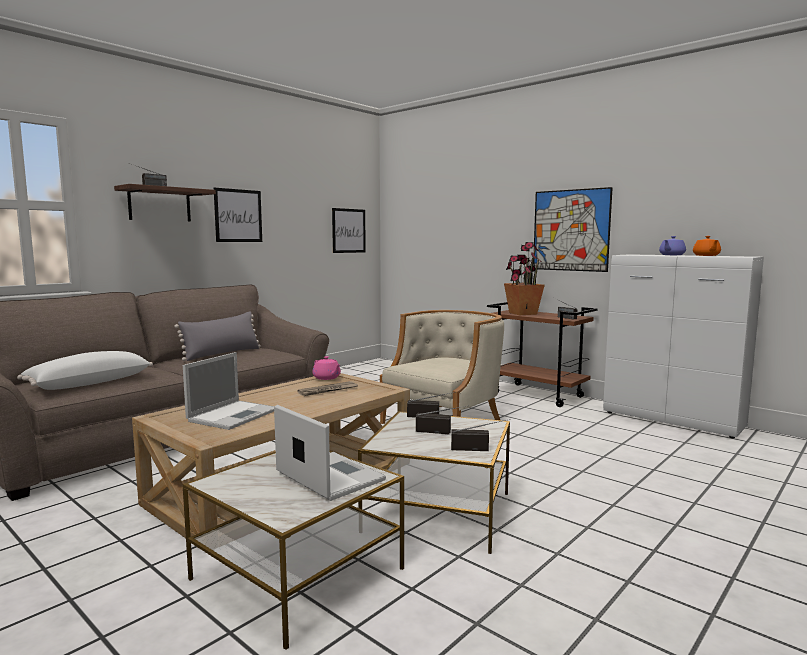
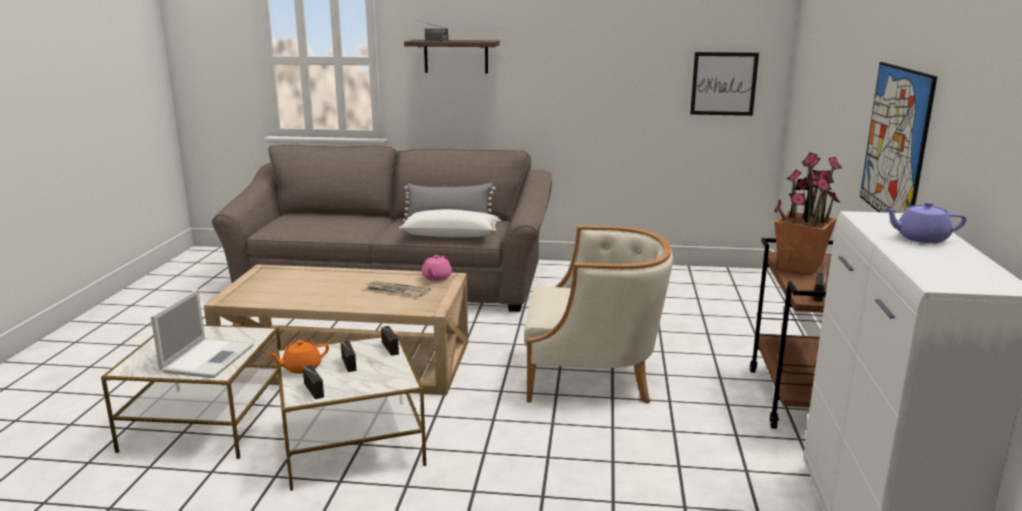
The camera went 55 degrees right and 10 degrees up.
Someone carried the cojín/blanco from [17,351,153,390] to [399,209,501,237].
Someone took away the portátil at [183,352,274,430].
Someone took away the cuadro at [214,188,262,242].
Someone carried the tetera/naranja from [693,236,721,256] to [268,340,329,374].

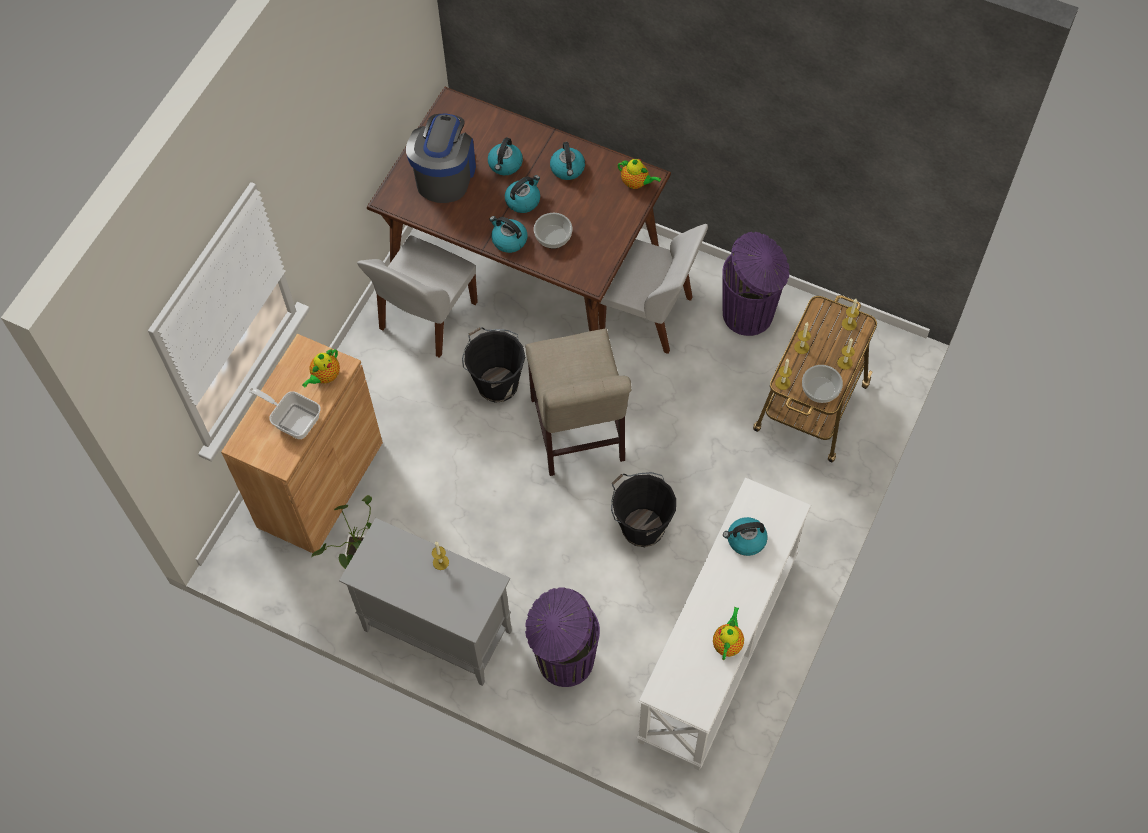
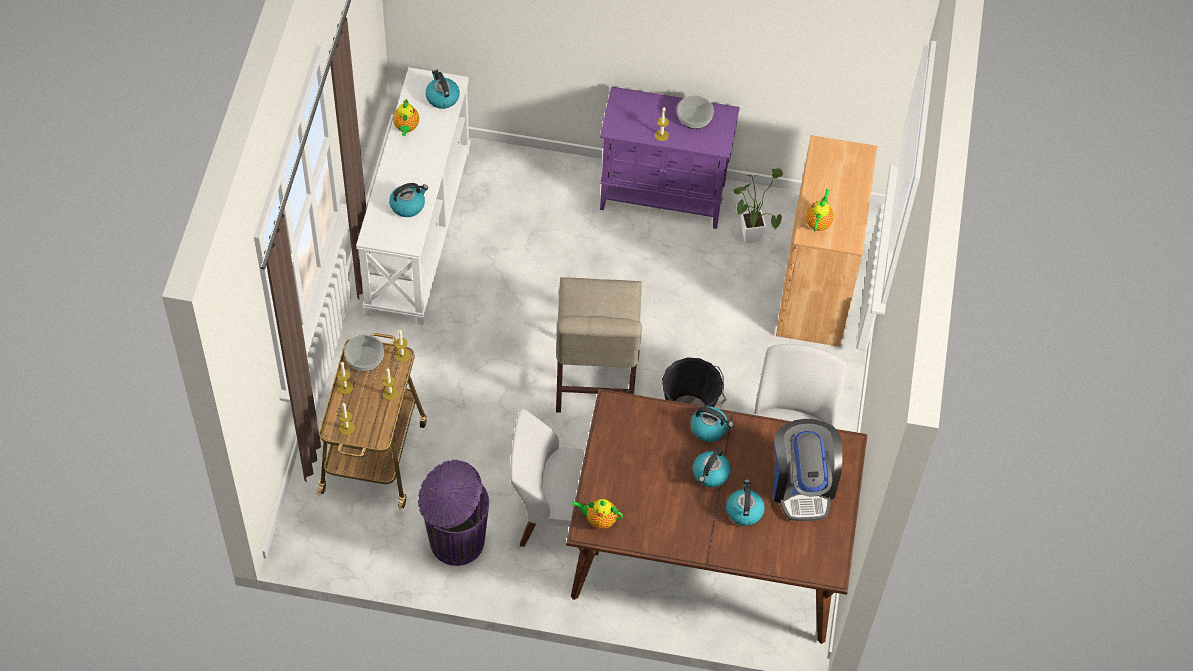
The camera went 160 degrees right and 5 degrees down.
Someone took away the sartén at [249,387,321,439].
Someone repainted the armario/gris at [339,518,512,686], which became the armario/morado at [600,86,740,229].
Someone rotated the silla/beis at [525,328,631,476] by 150 degrees counterclockwise.
Someone took away the papelera/morado at [525,587,600,687].
Someone carried the cuenco from [534,213,572,249] to [677,95,714,129].
Someone carried the hervidor from [550,142,585,180] to [425,69,460,109].
Someone took away the cubo/negro at [611,472,676,547].

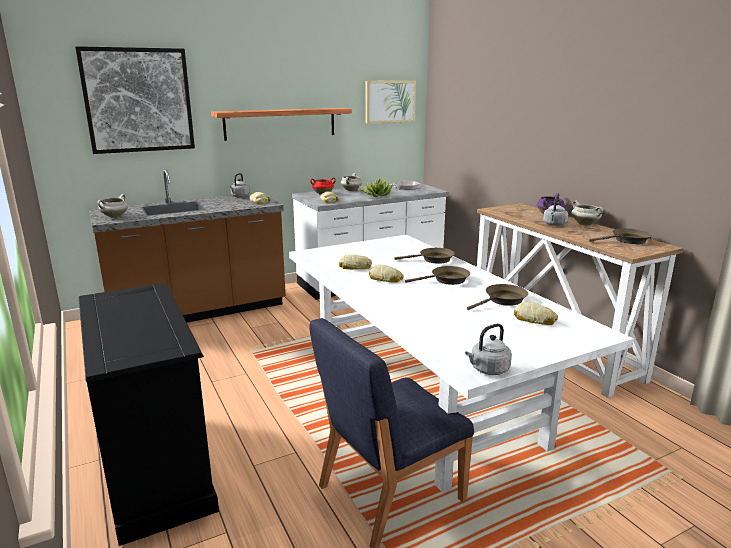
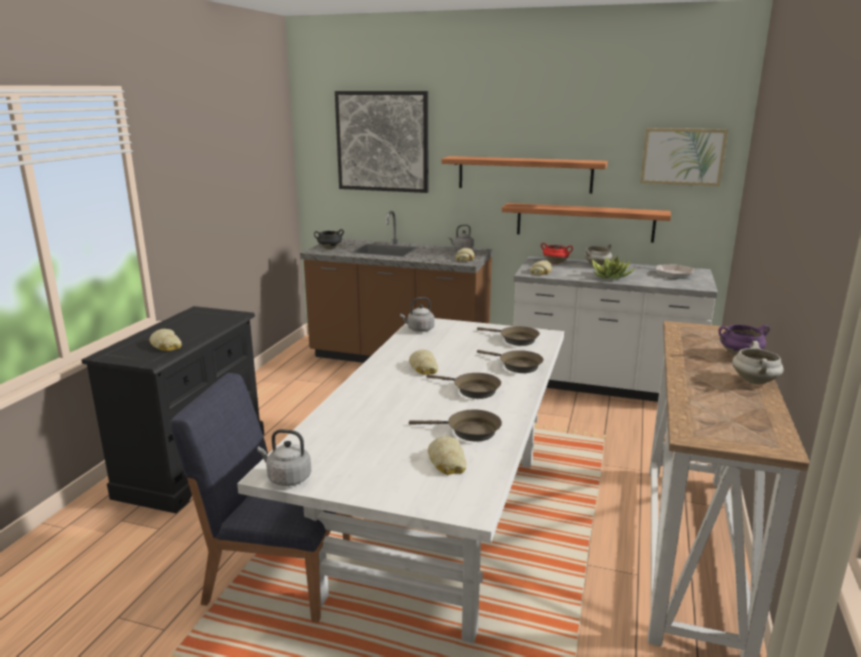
The camera went 45 degrees right and 0 degrees up.
Someone repainted the olla/blanco at [98,194,128,218], which became the olla/negro at [314,229,344,249].
Someone carried the pan from [339,254,372,269] to [150,329,182,351].
Someone carried the hervidor/gris from [543,195,568,226] to [400,297,435,332].
Someone carried the sartén/marrón from [589,228,652,244] to [477,326,540,346].
Someone put up the estante at [502,203,671,243].

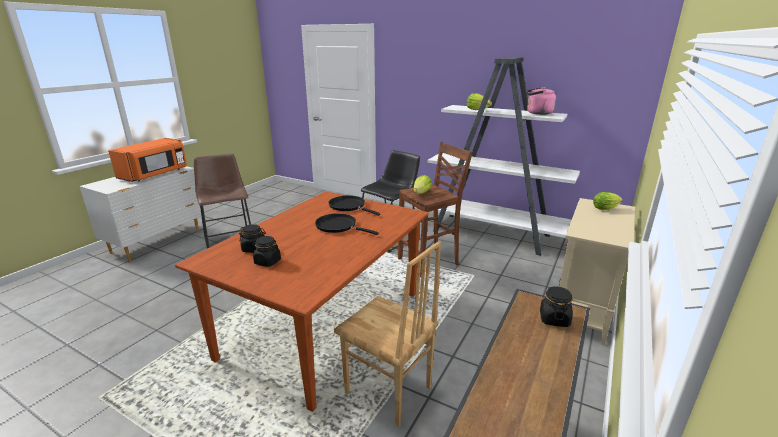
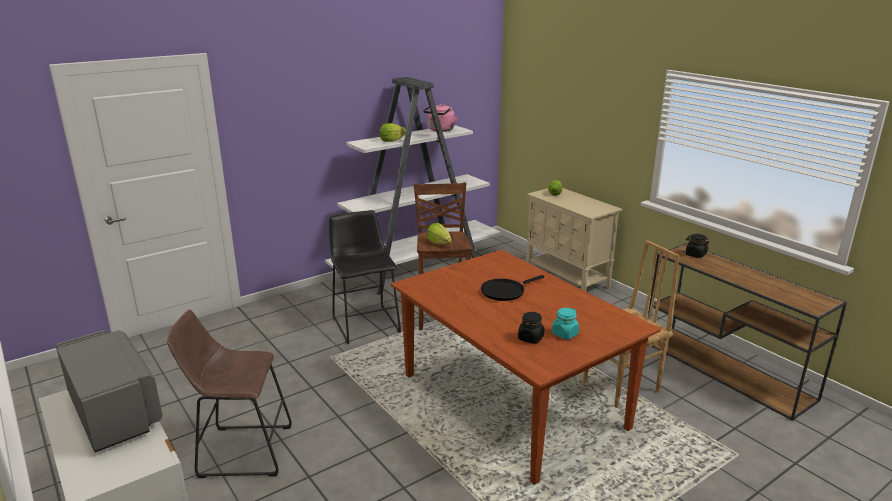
The camera went 65 degrees left and 0 degrees up.
Someone repainted the microondas/naranja at [108,138,187,182], which became the microondas/gris at [55,329,163,452].
Someone repainted the tarro/negro at [252,236,281,267], which became the tarro/turquesa at [552,308,579,339].
Someone took away the sartén/negro at [328,195,380,216].

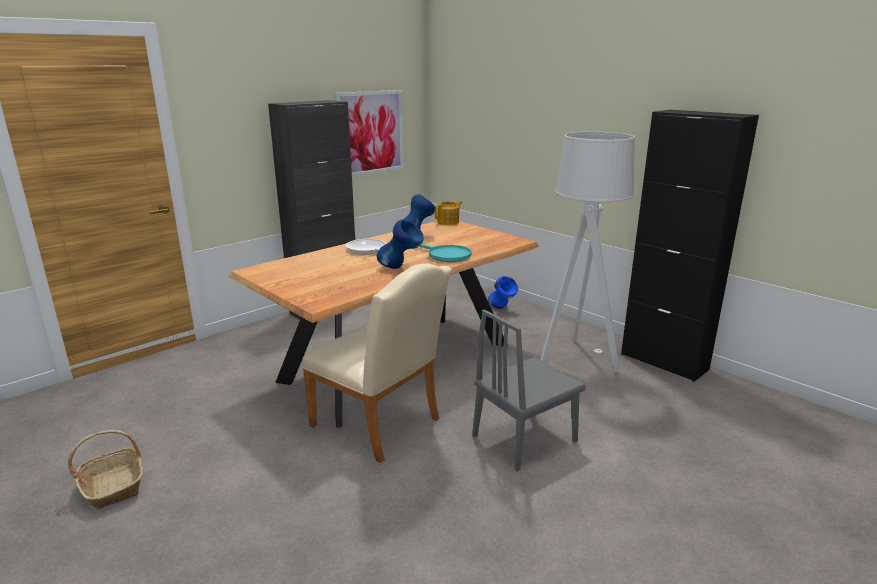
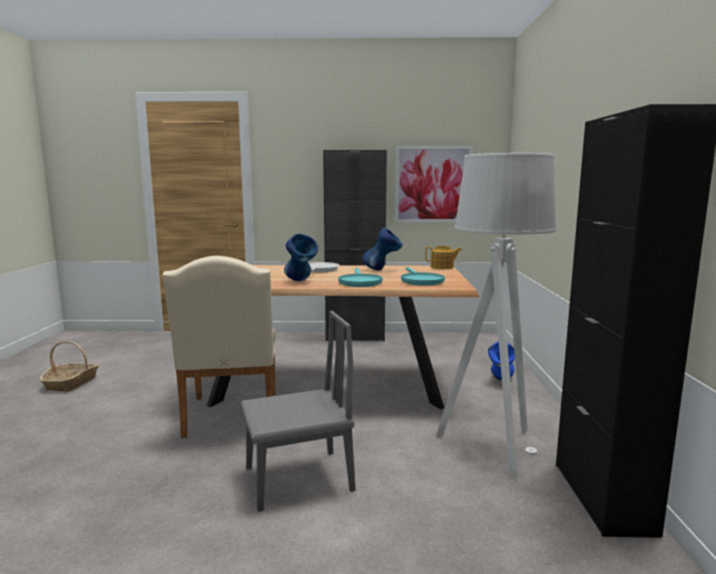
The camera went 45 degrees right and 10 degrees down.
Someone rotated the silla/gris at [472,310,586,471] by 150 degrees clockwise.
Someone put down the sartén/turquesa at [401,267,445,286].

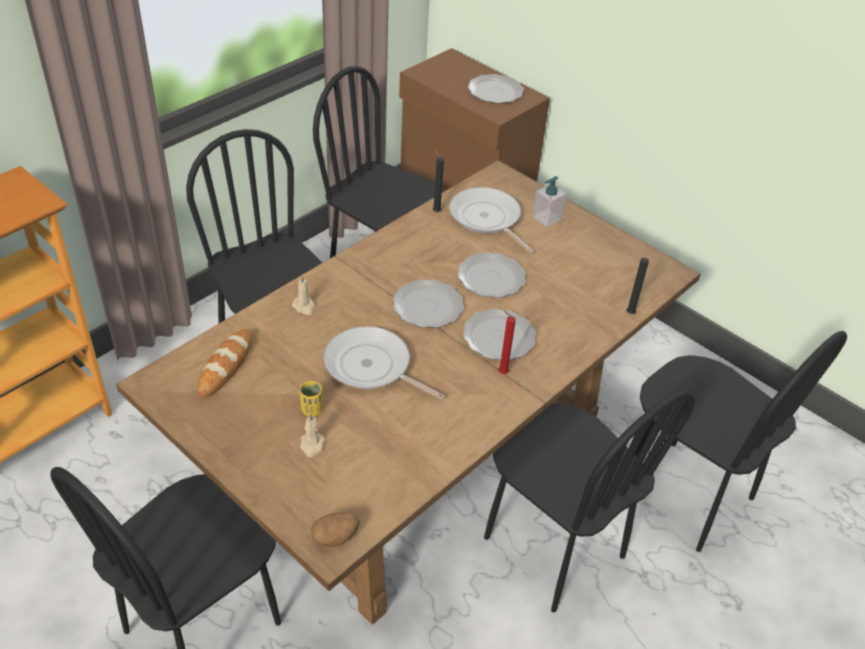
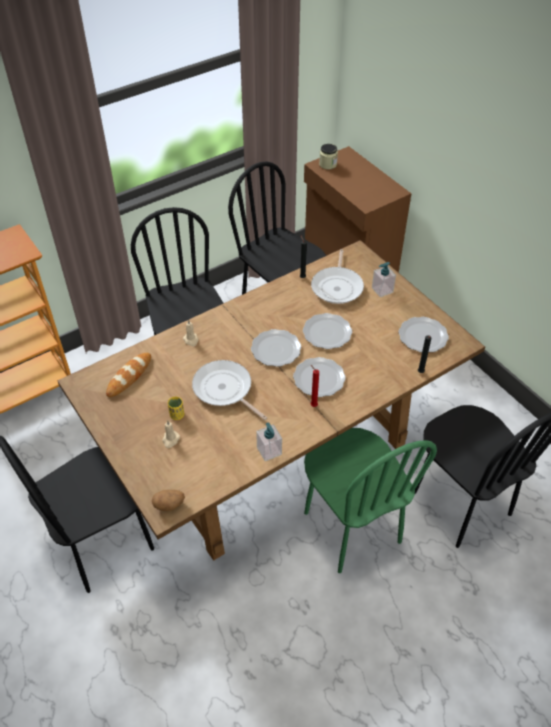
The camera went 15 degrees right and 5 degrees up.
Someone rotated the sartén at [449,187,534,254] by 150 degrees counterclockwise.
Someone carried the plato from [468,74,524,103] to [398,317,449,353].
Someone repainted the silla/negro at [484,391,695,612], which became the silla/verde at [304,428,437,573].
Someone put down the dispensador de jabón at [256,423,282,461].
Someone put down the tarro at [319,144,338,169].

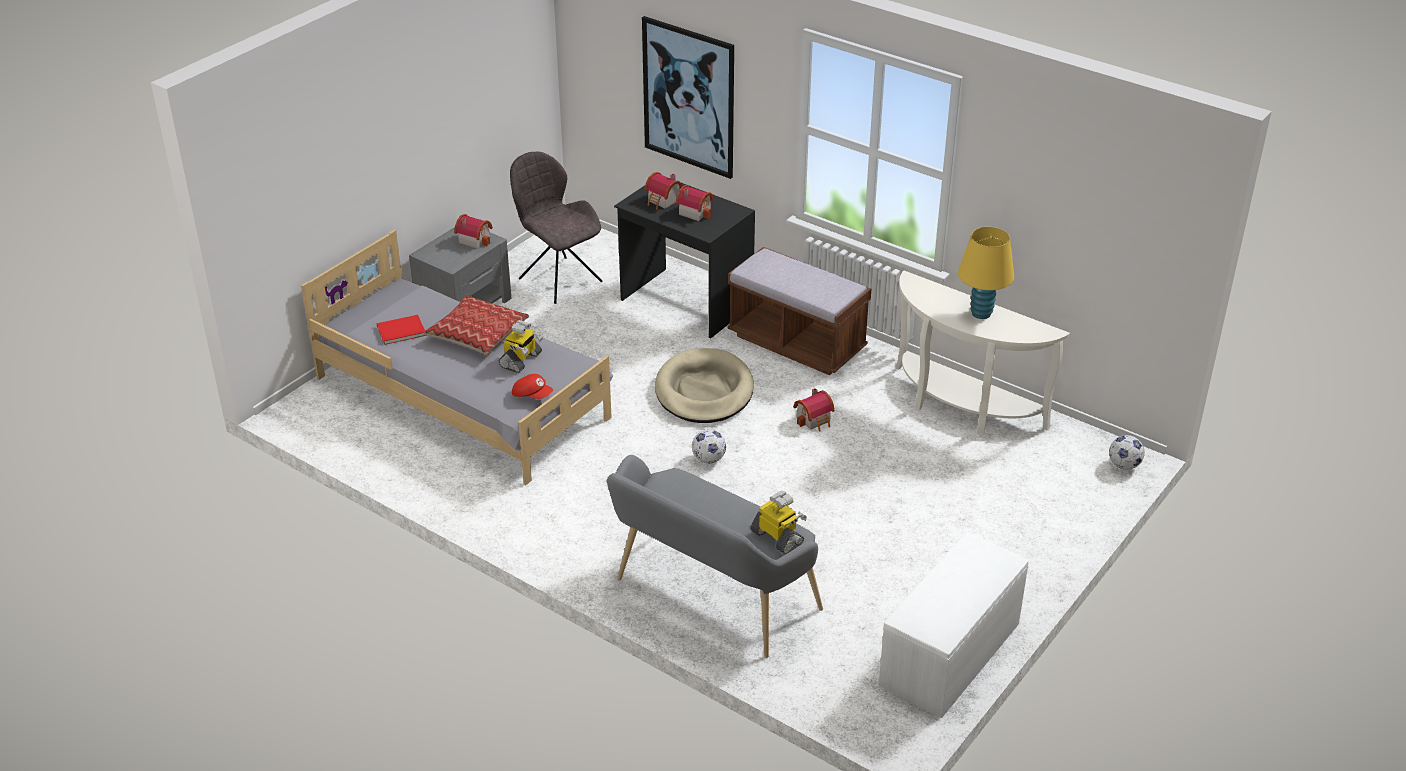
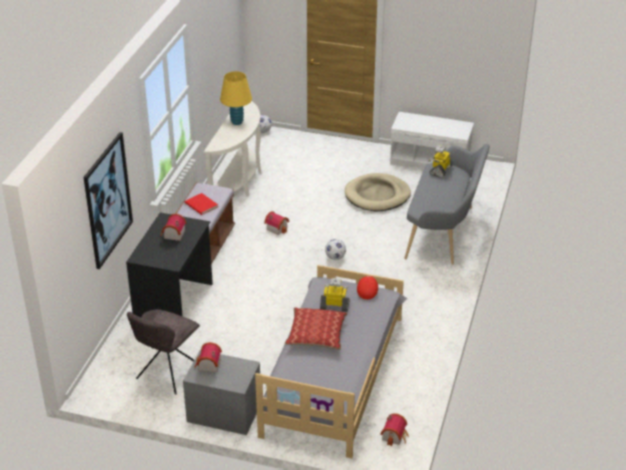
The camera went 110 degrees left and 0 degrees up.
Someone carried the libro/rojo from [377,315,426,345] to [185,193,218,215].
Someone carried the casita from [645,172,683,210] to [380,413,409,446].
Someone carried the cama para perro/beis from [655,348,754,423] to [345,173,411,211].

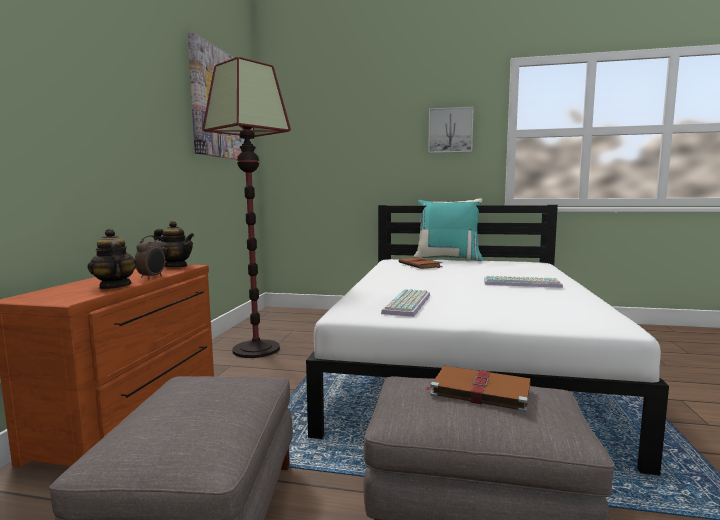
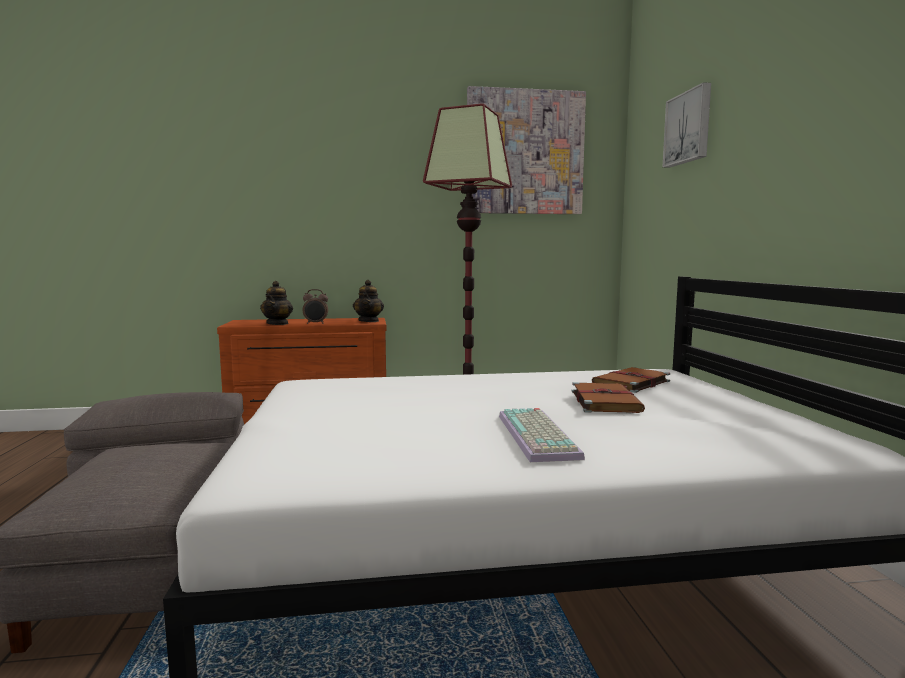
The camera went 70 degrees right and 0 degrees up.
Someone rotated the tetera at [87,228,137,289] by 150 degrees clockwise.
Someone took away the teclado at [381,289,430,317].
Someone took away the cojín/turquesa at [413,198,483,261].
Someone carried the libro/marrón from [425,366,531,412] to [572,382,645,413].
Someone carried the cuadro from [428,107,474,153] to [663,82,711,168].

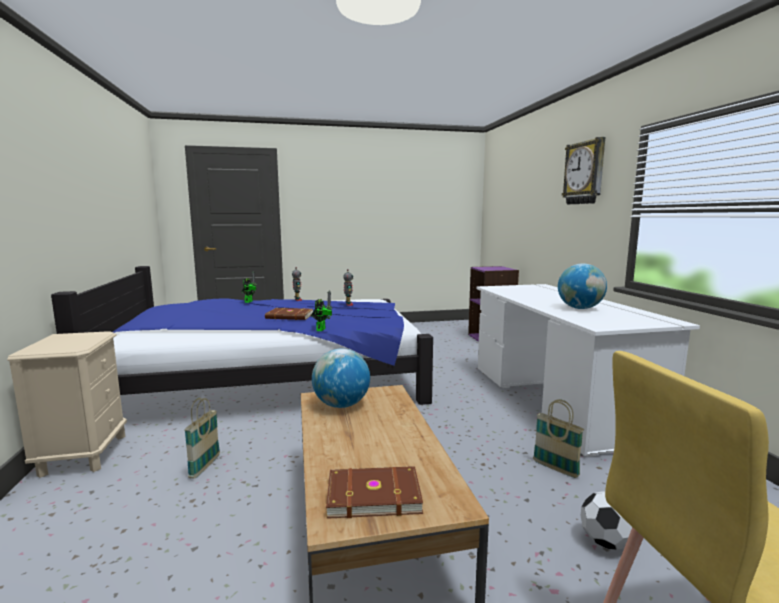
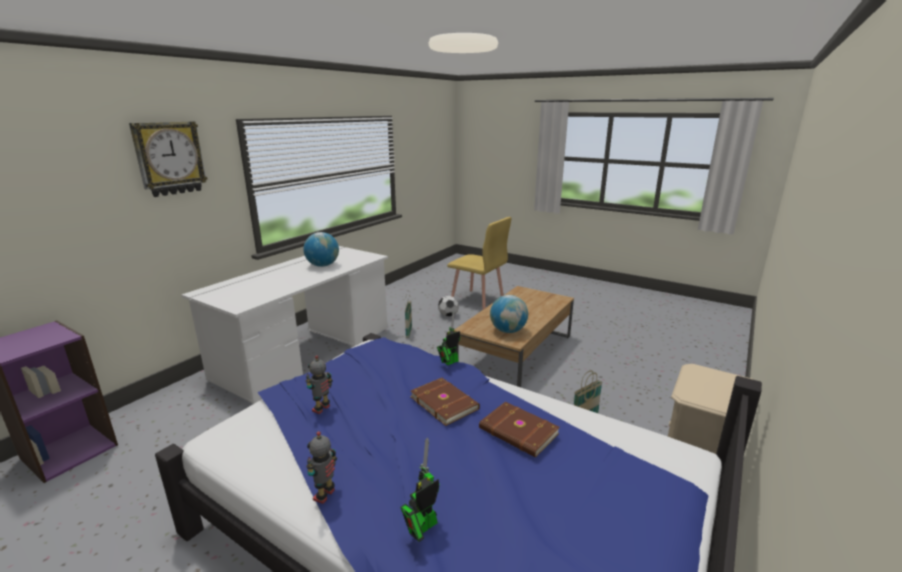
The camera went 135 degrees left and 10 degrees up.
Someone carried the libro/marrón from [326,466,423,519] to [479,402,560,458].

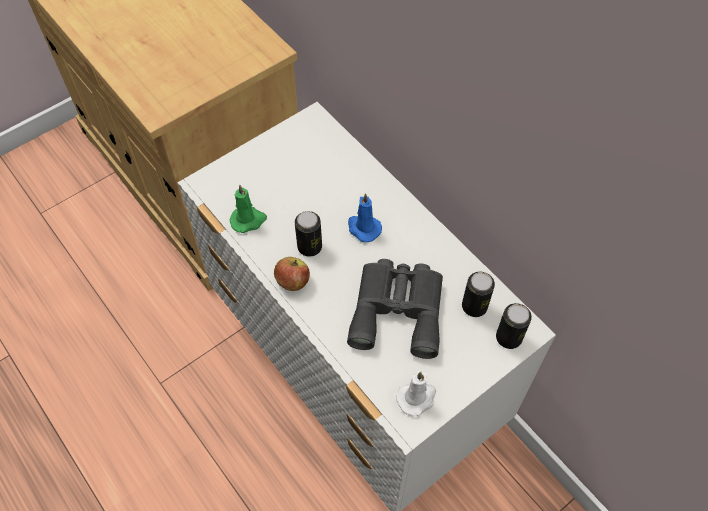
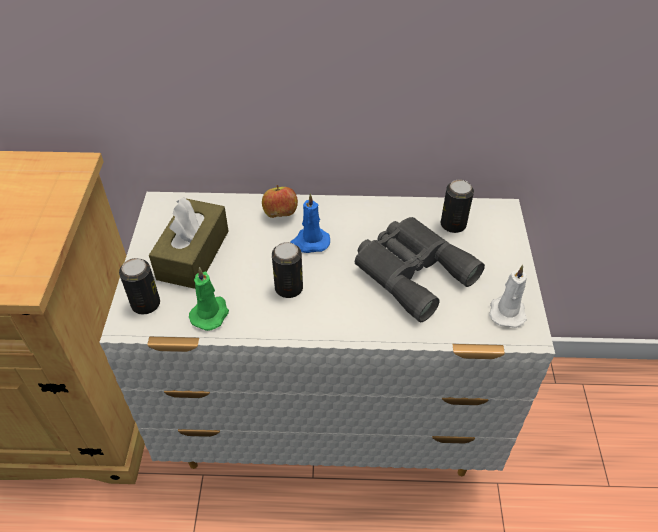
The camera went 50 degrees left and 10 degrees down.
Someone carried the manzana from [274,257,310,291] to [262,185,298,218].
Someone carried the lata from [496,303,532,349] to [119,258,160,315].
Someone put down the caja de pañuelos/marrón at [149,197,229,289].

